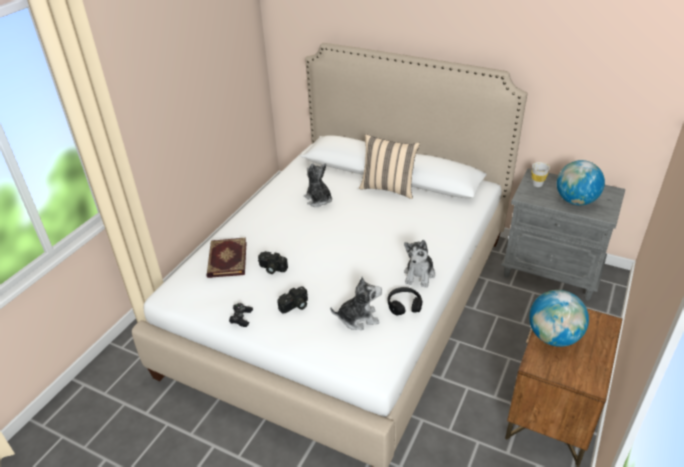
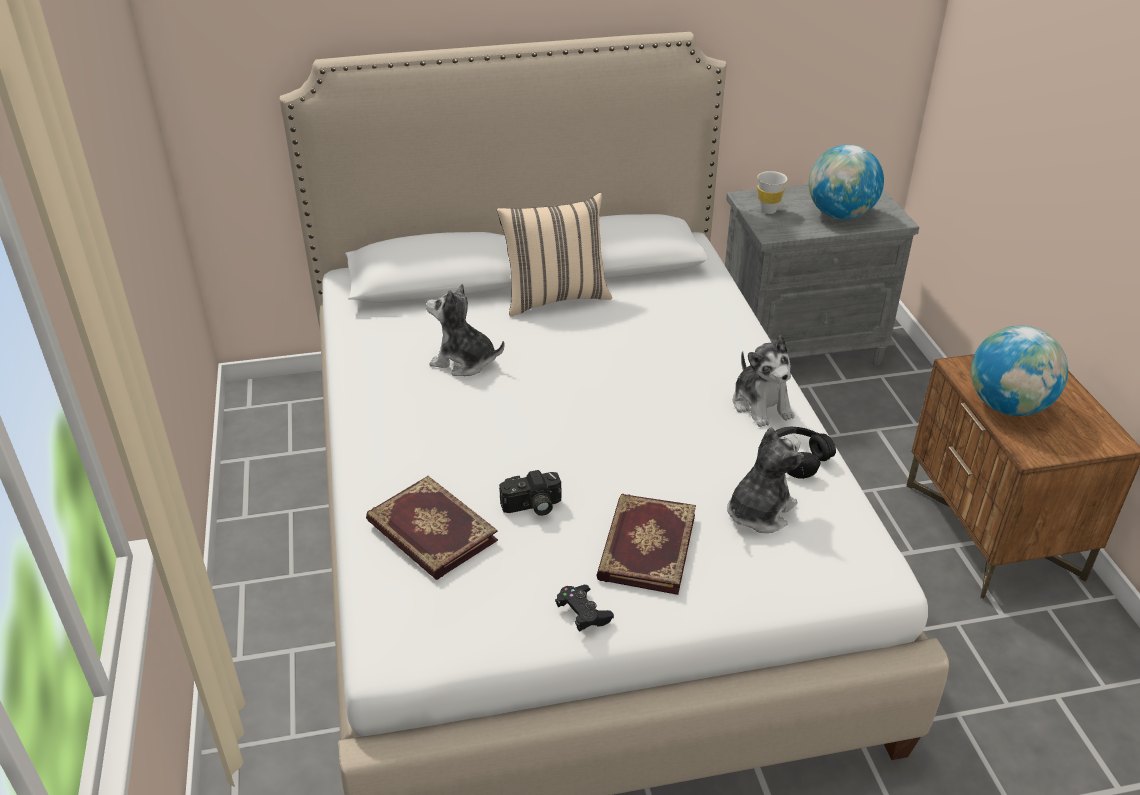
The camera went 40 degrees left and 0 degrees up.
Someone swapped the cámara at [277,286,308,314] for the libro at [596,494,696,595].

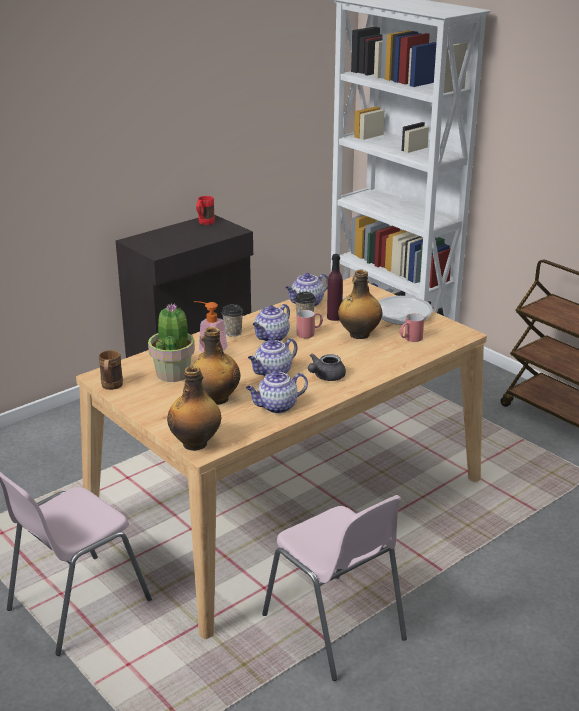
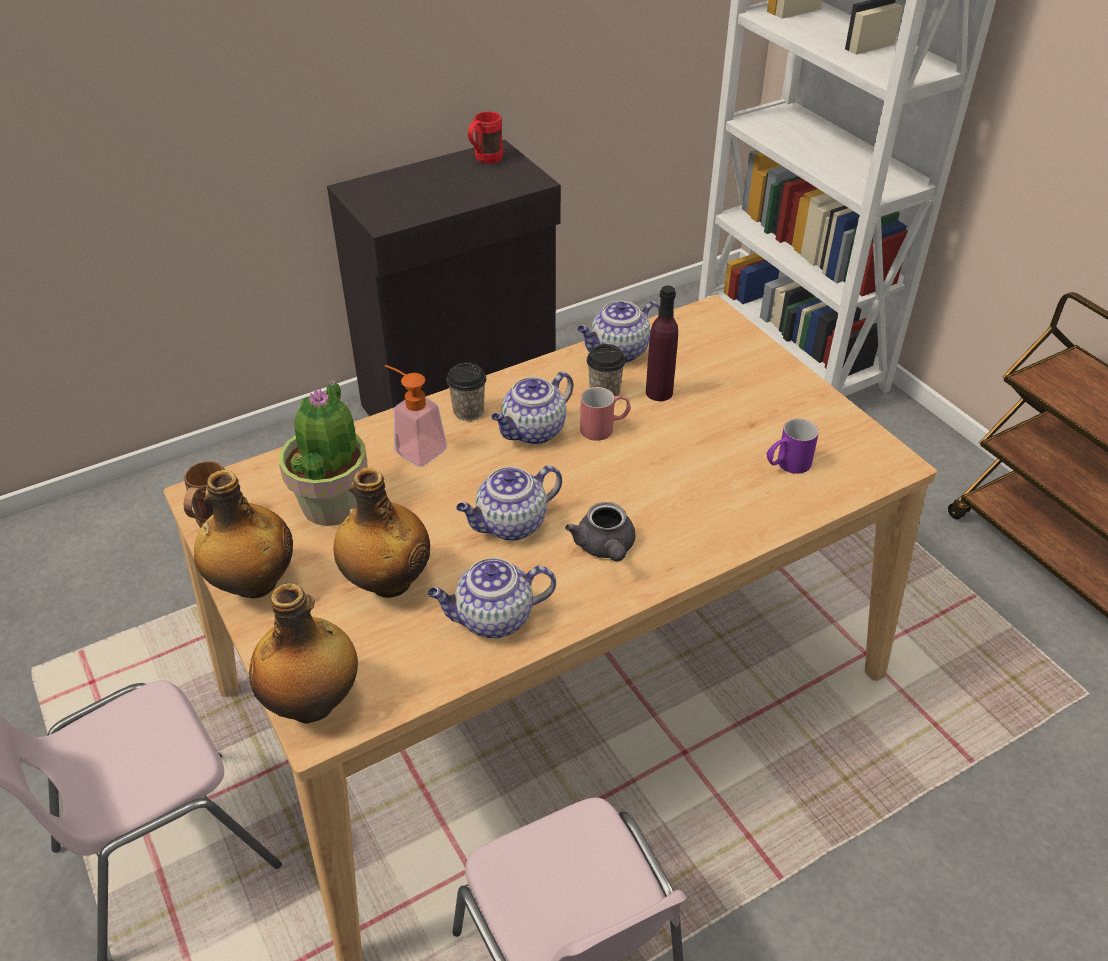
The camera went 10 degrees right and 15 degrees up.
Someone rotated the tetera/gris at [308,354,346,381] by 60 degrees counterclockwise.
Someone carried the botella from [338,270,383,339] to [194,470,293,598].
Someone took away the sartén at [342,296,433,325].
Someone repainted the taza grande/rojo at [399,313,424,342], which became the taza grande/morado at [767,418,819,474].

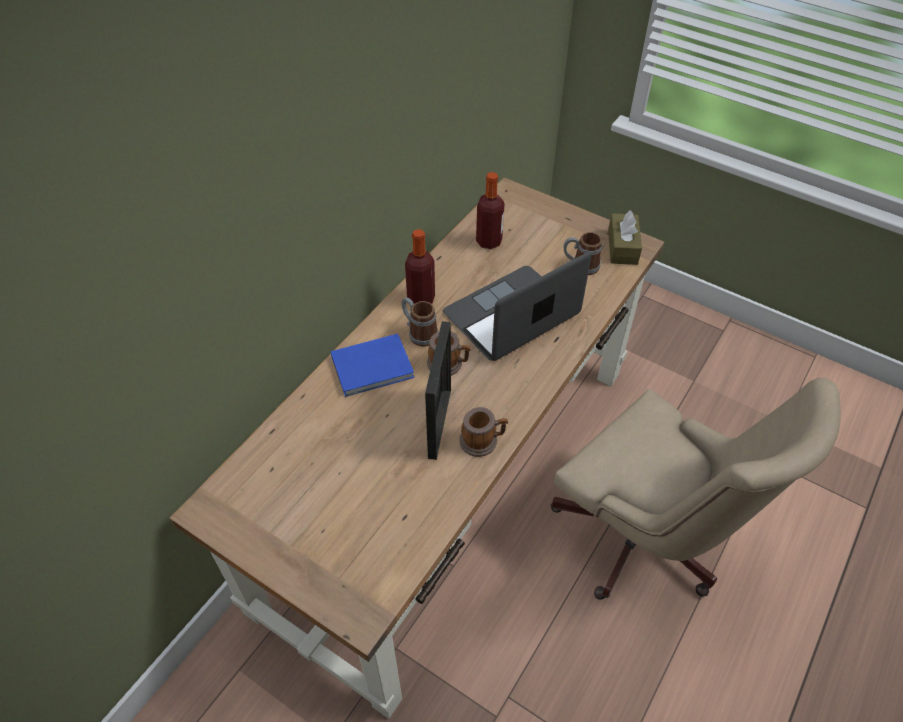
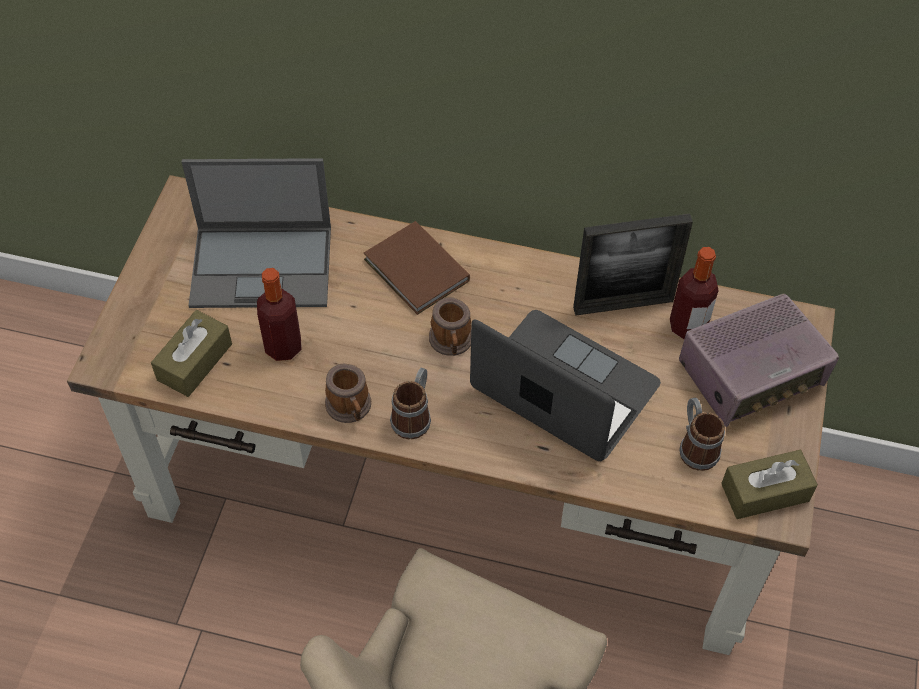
The camera went 70 degrees right and 5 degrees up.
Someone repainted the libro/azul at [331,334,414,397], which became the libro/marrón at [364,221,470,315].
Someone carried the taza grande from [401,297,438,347] to [390,368,431,439].
Someone carried the botella from [405,229,435,304] to [257,268,302,361].
Someone carried the portarretratos from [425,321,451,460] to [573,214,693,316].
Someone put down the caja de pañuelos/marrón at [151,310,232,397].
Someone put down the portátil at [182,158,331,308].
Someone put down the radio at [679,294,839,427].

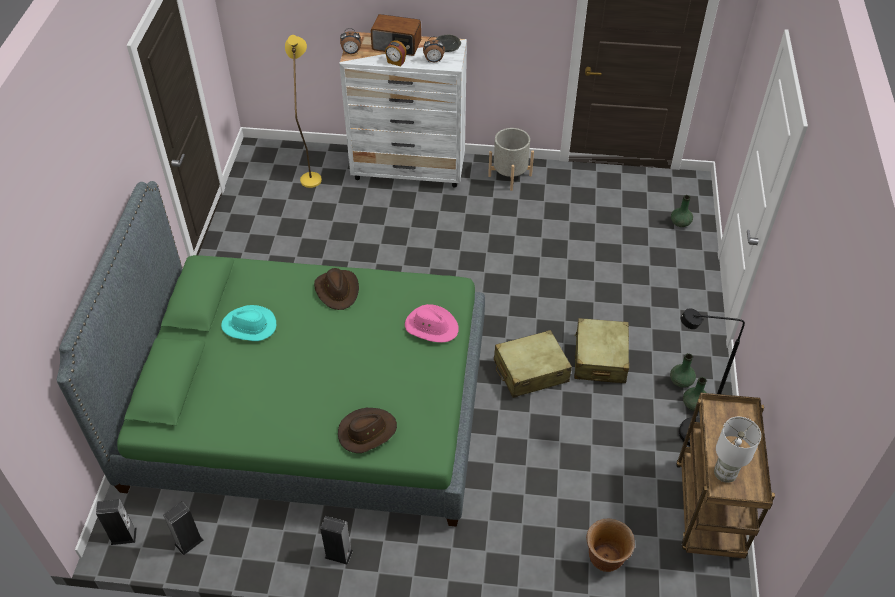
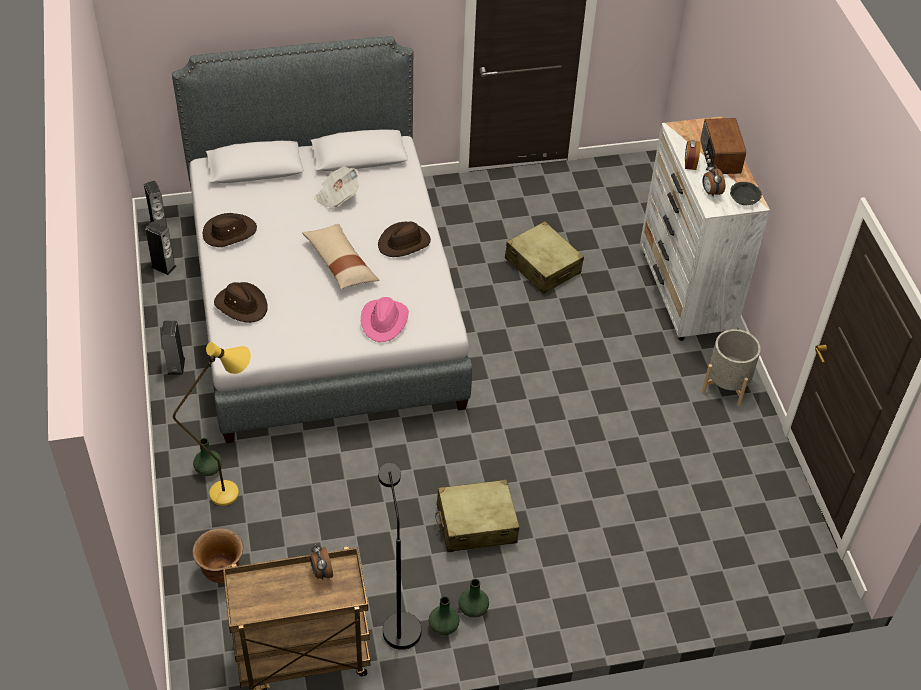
The camera went 70 degrees right and 0 degrees up.
Someone repainted the cama/verde at [57,181,485,527], which became the cama/gris at [172,36,472,443].
Someone swapped the sombrero/turquesa at [221,305,276,341] for the periódico at [314,166,359,210].
Someone carried the lámpara de pie/amarillo from [285,35,322,188] to [173,342,251,506].
Someone carried the despertador from [340,28,362,54] to [310,544,333,580].
Someone carried the maleta/beis from [494,330,572,398] to [505,221,584,294].
Someone carried the florero/verde from [671,195,693,227] to [193,438,222,476].
Someone took away the lámpara de mesa/blanco at [714,417,761,483].
Someone put down the sombrero/marrón at [203,213,257,247].
Someone put down the cojín/beis at [302,224,380,290].

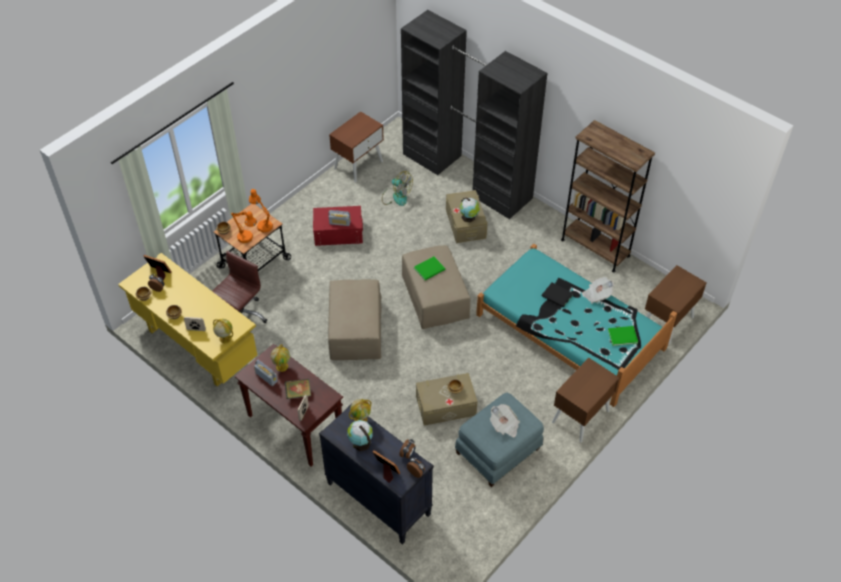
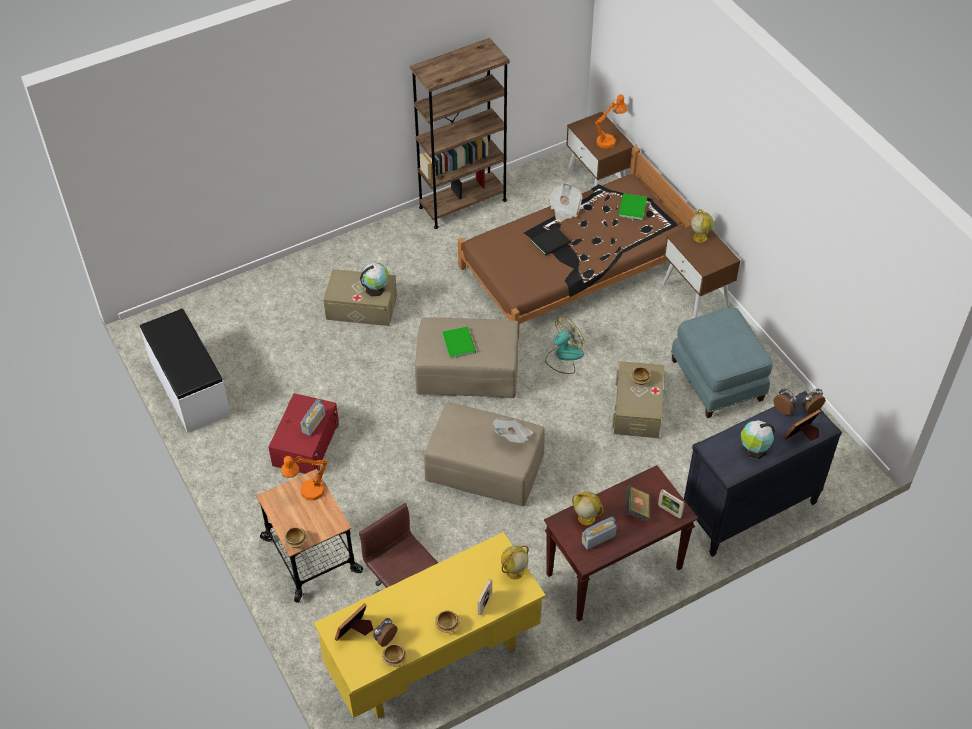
The camera went 70 degrees left and 0 degrees up.
Someone carried the lámpara de mesa/naranja from [231,210,257,243] to [595,94,627,149].
Someone swapped the mesita de noche/marrón at [329,111,384,183] for the banco/blanco at [140,309,231,433].
Someone carried the globo terráqueo from [349,399,371,422] to [691,209,714,243].
Someone carried the ventilador from [382,171,413,206] to [545,316,584,374].
Someone took away the armario ropero/negro at [401,10,547,219].
Someone repainted the cama/turquesa at [476,244,677,407], which became the cama/marrón at [458,146,697,339].
Someone carried the periódico from [490,404,520,437] to [493,418,533,444].

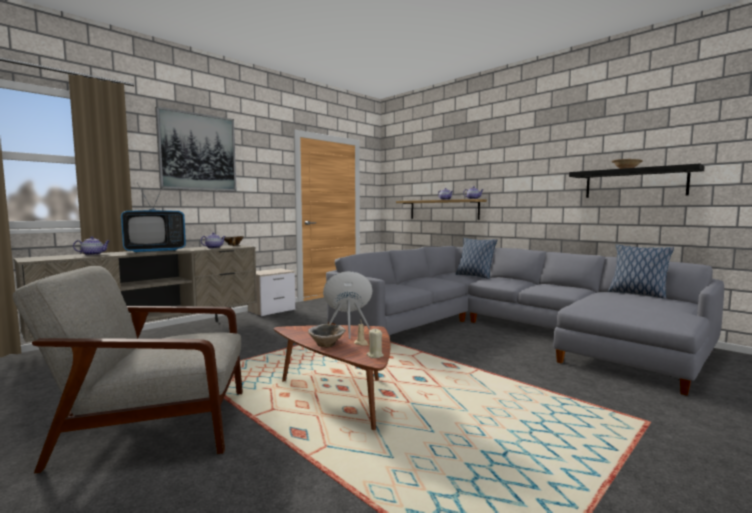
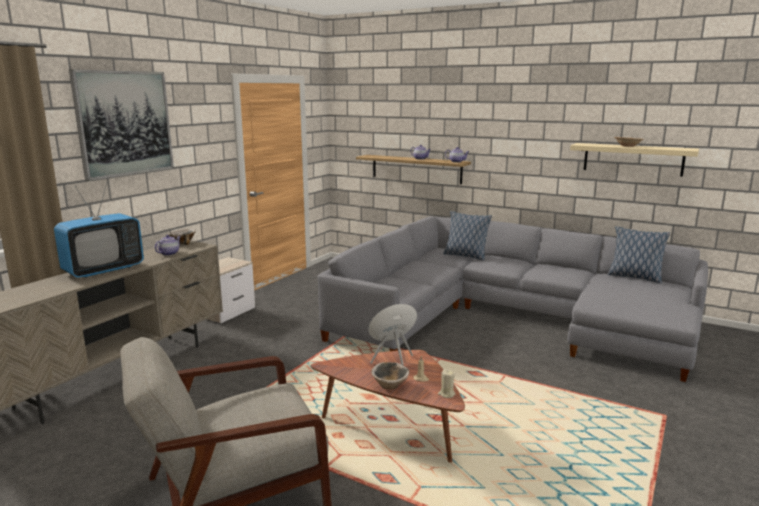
The camera went 15 degrees left and 10 degrees up.
Someone took away the tetera at [73,236,109,255].
Someone repainted the estante/negro at [569,163,705,198], which became the estante/beis at [570,143,699,177].

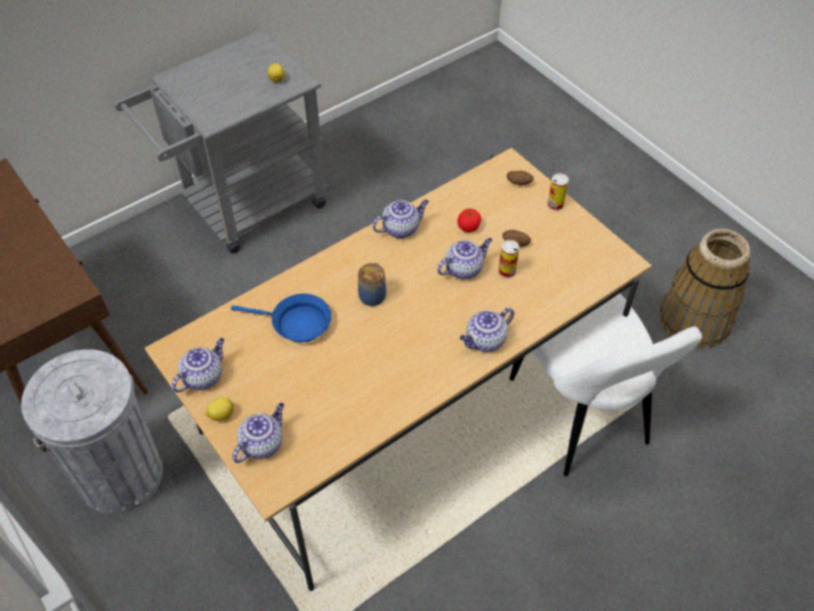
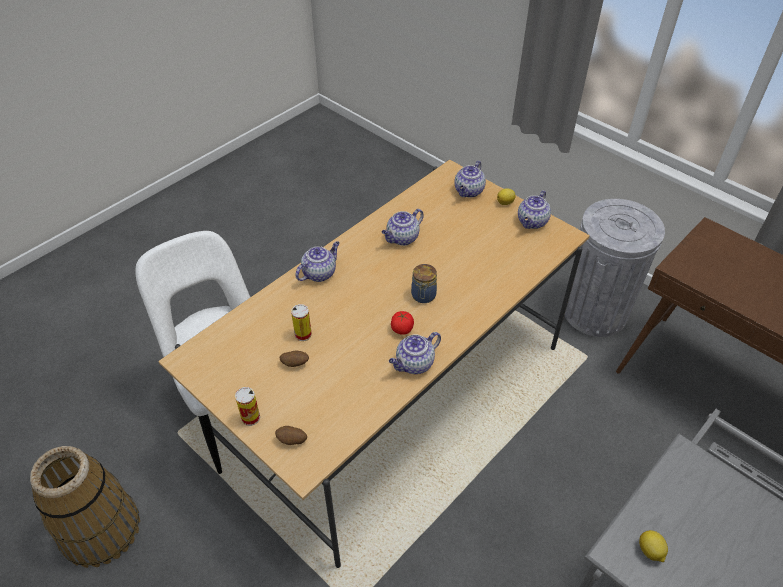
The camera went 170 degrees right and 5 degrees down.
Someone took away the sartén/azul at [231,294,331,342].
Someone carried the tetera from [437,238,492,279] to [382,209,424,246].
Someone carried the tomate from [458,209,481,232] to [391,311,414,335].

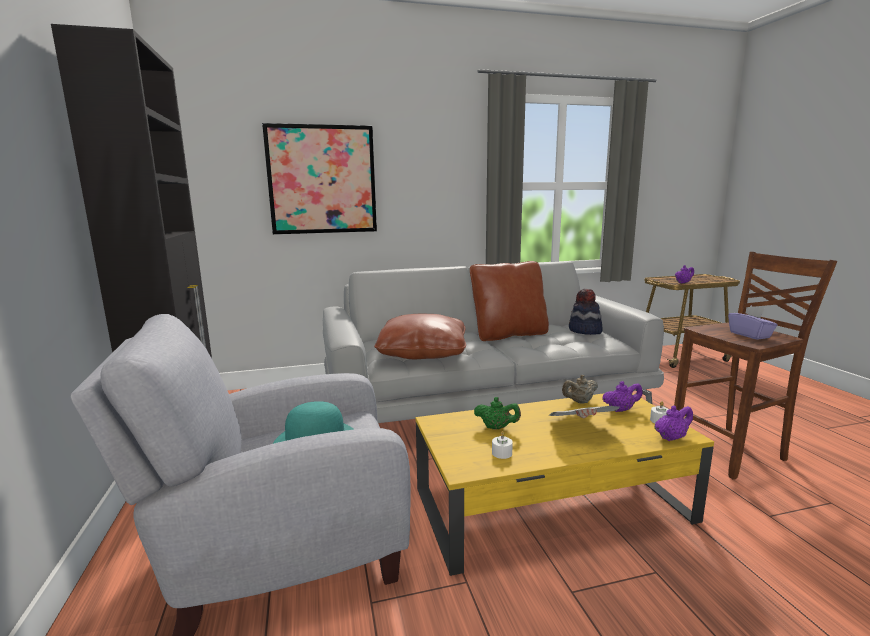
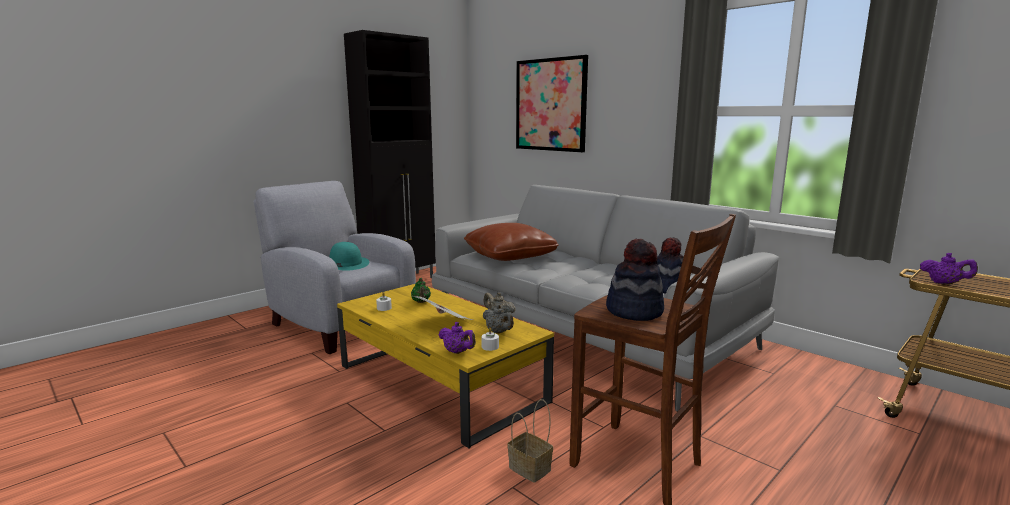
The camera went 60 degrees right and 0 degrees up.
Someone took away the cojín/marrón at [470,261,549,341].
Someone repainted the tetera/morado at [602,381,643,412], which became the tetera/gris at [483,304,514,334].
Someone swapped the caja de pañuelos/morado at [728,306,778,340] for the sombrero at [606,239,664,321].
Someone put down the cesta at [507,399,553,482].

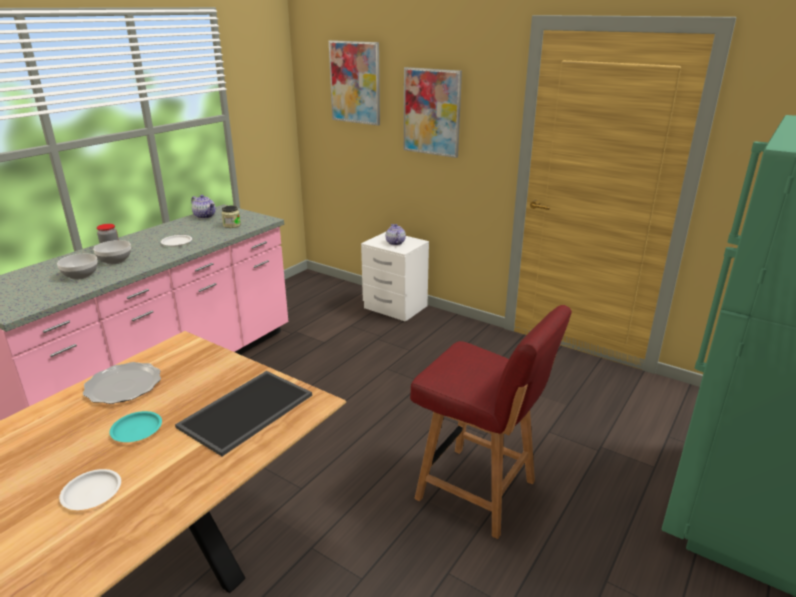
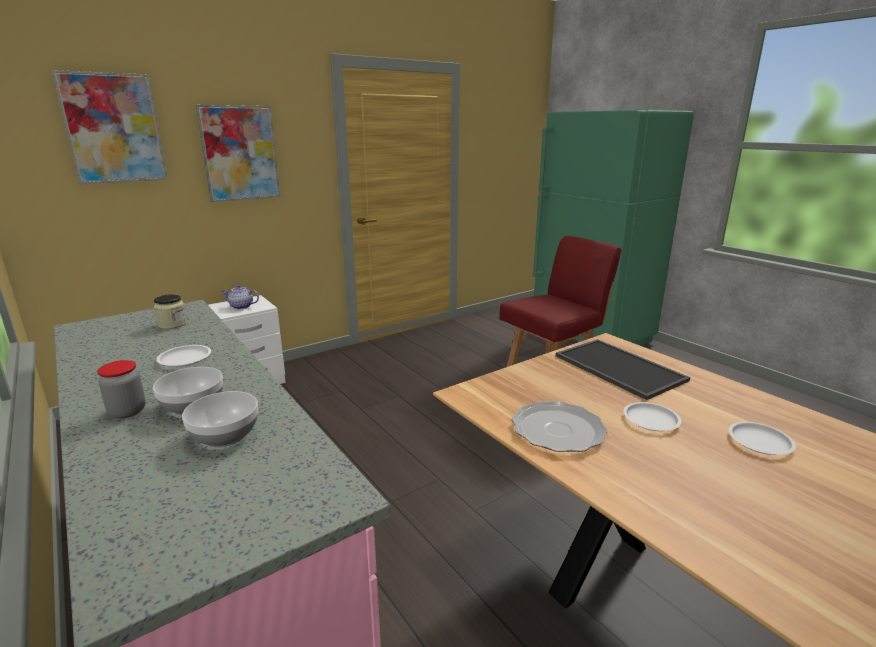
The camera went 70 degrees left and 5 degrees down.
Someone repainted the plato/turquesa at [110,411,162,442], which became the plato/blanco at [623,402,682,431].
Someone took away the tetera at [191,195,216,219].

